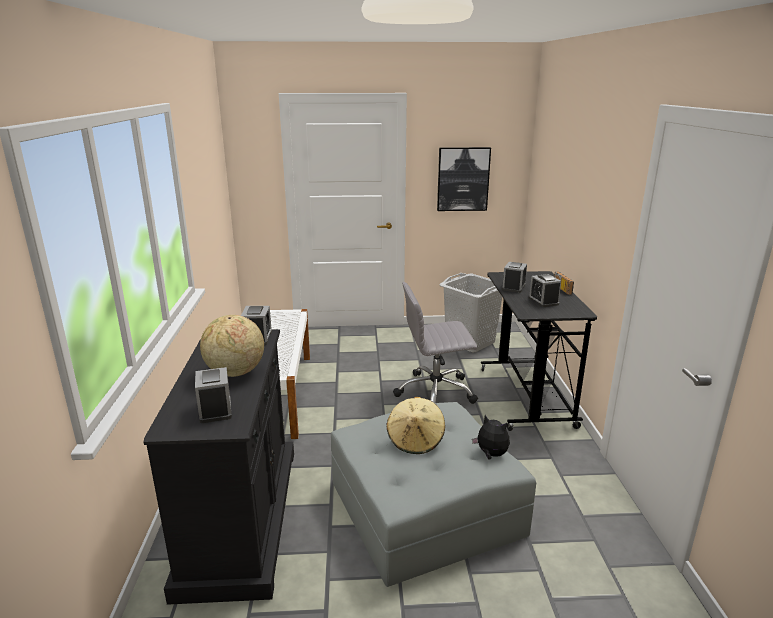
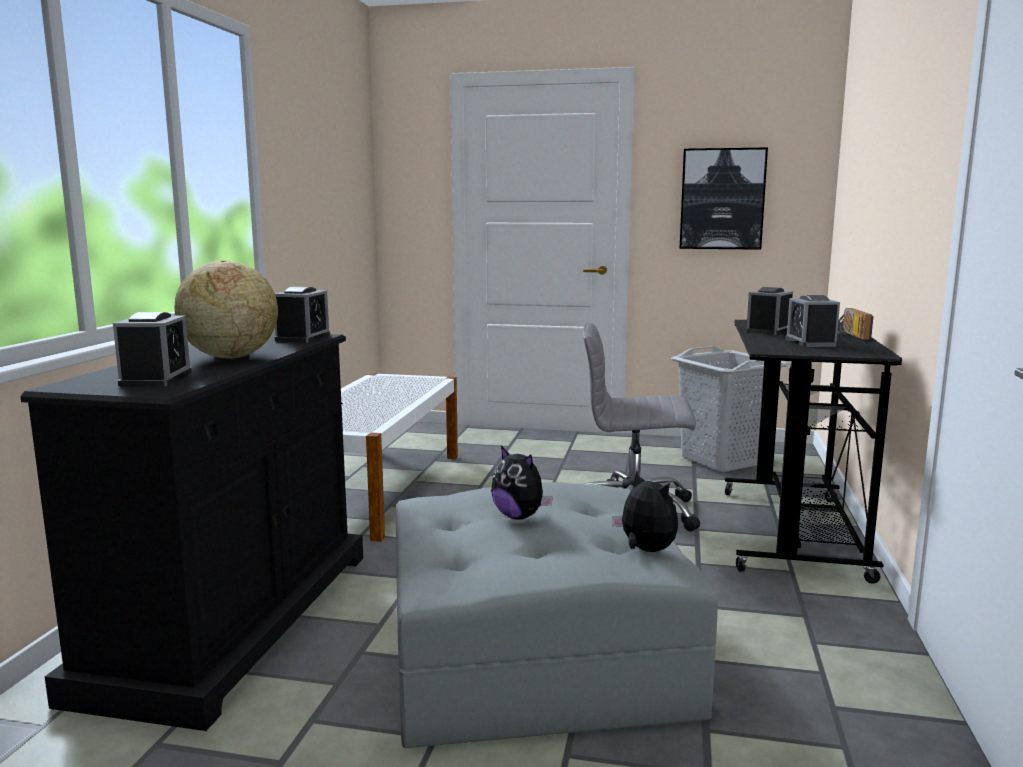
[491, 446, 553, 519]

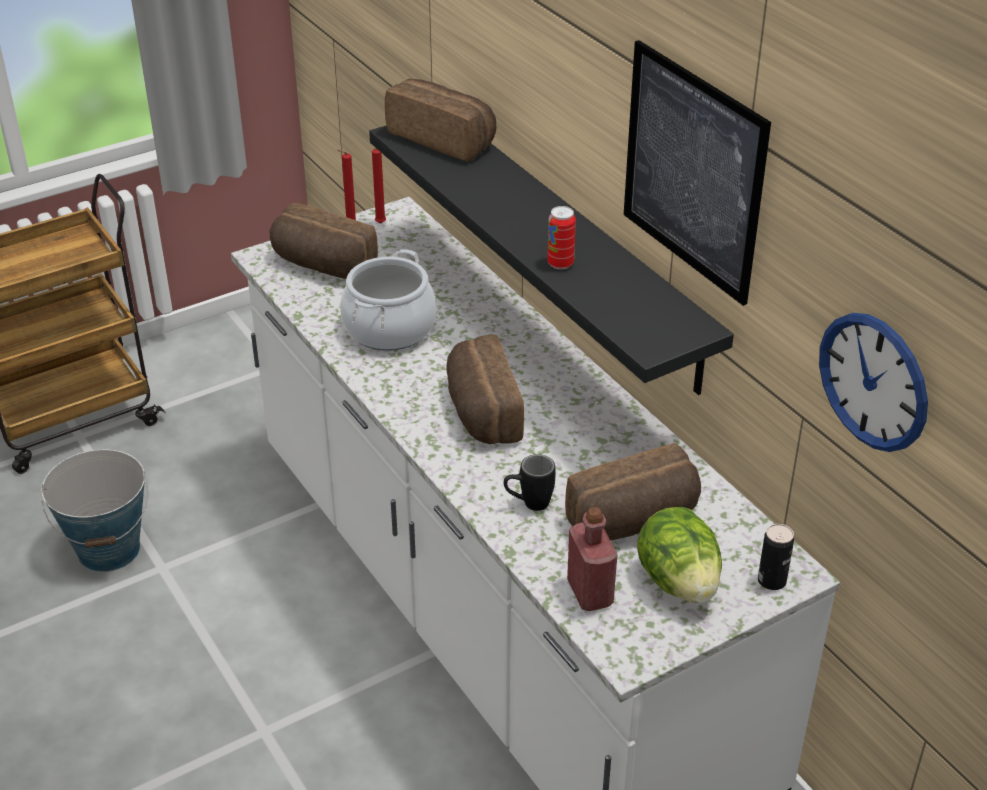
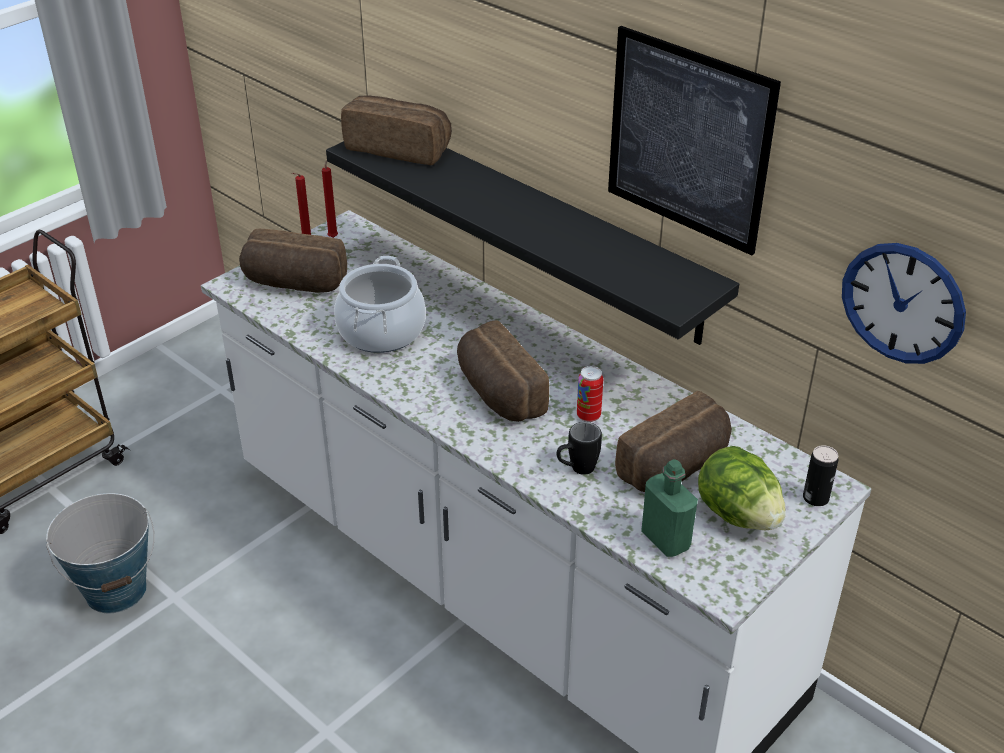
[577, 366, 603, 422]
[641, 459, 698, 557]

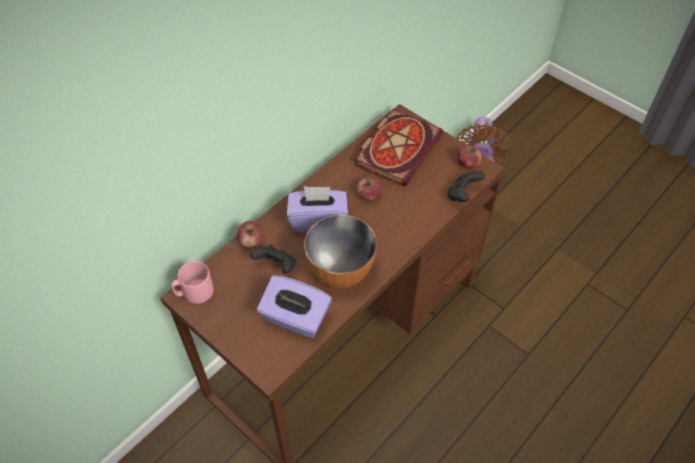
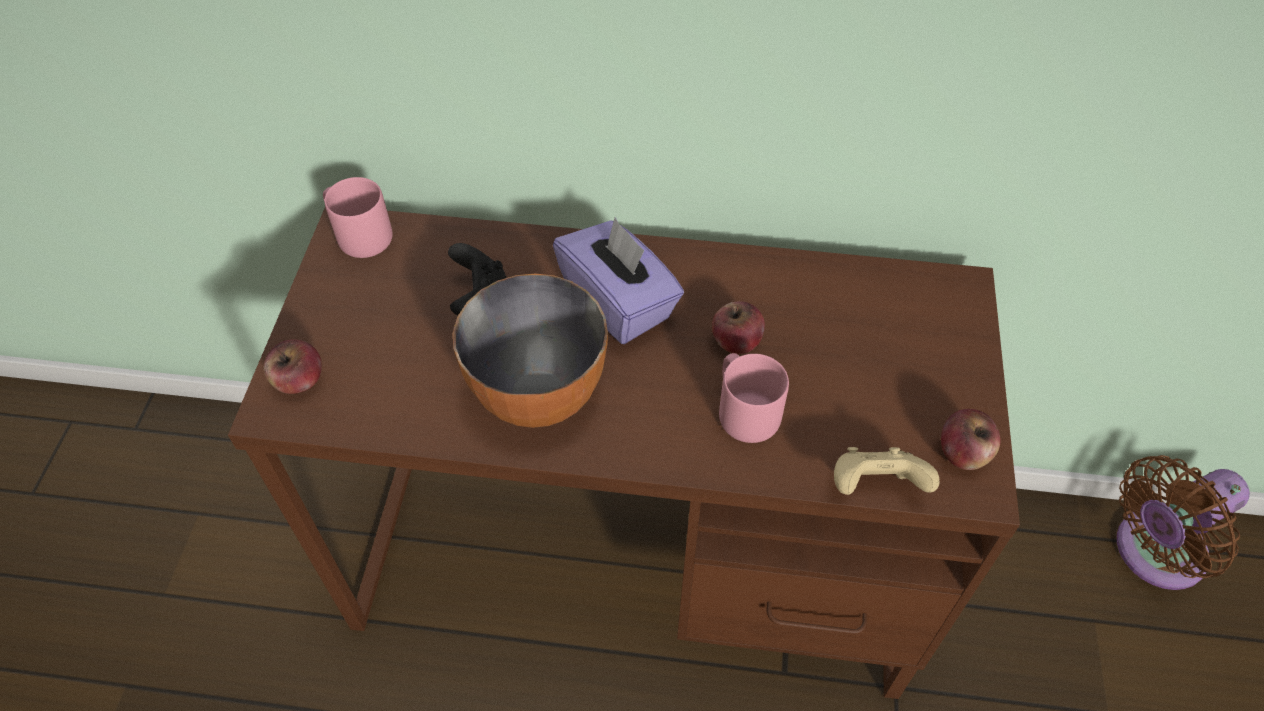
[354, 109, 443, 187] (first image)
[834, 447, 940, 495]
[263, 339, 322, 394]
[257, 275, 332, 338] (first image)
[719, 353, 789, 443]

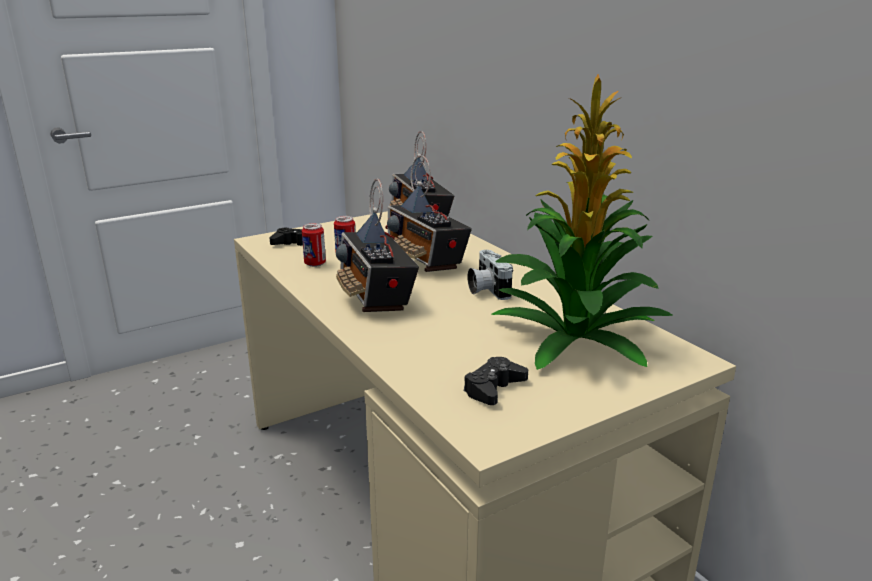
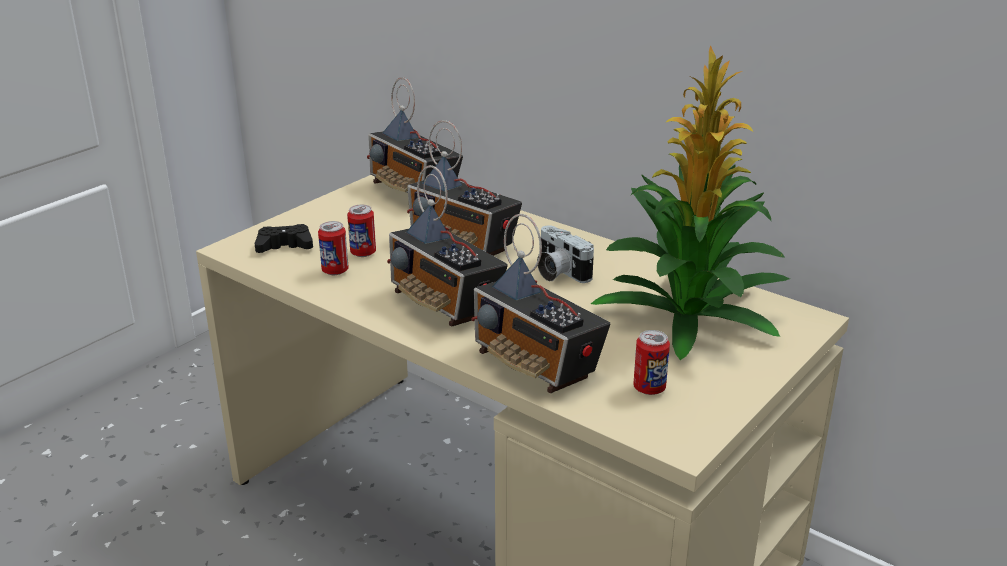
[633, 330, 670, 395]
[471, 214, 610, 393]

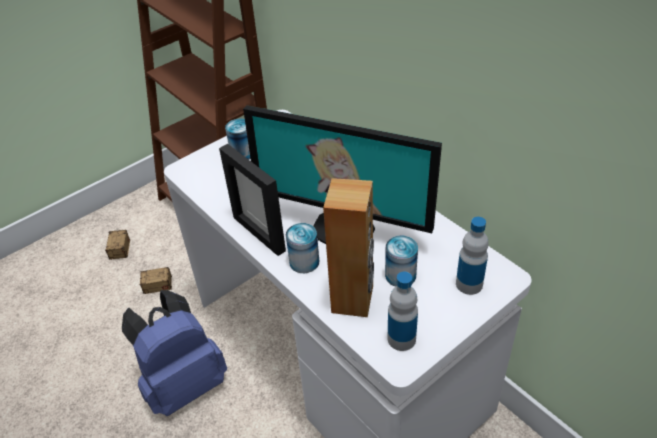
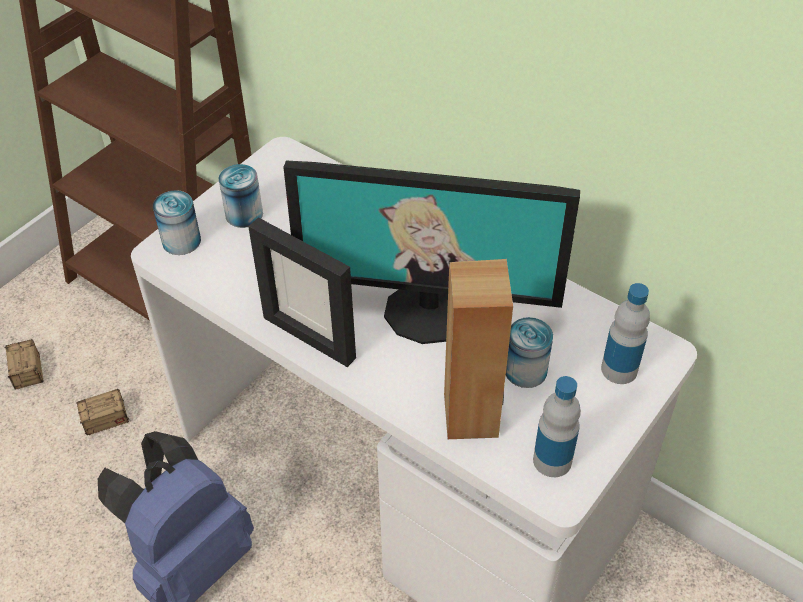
[153, 190, 201, 255]

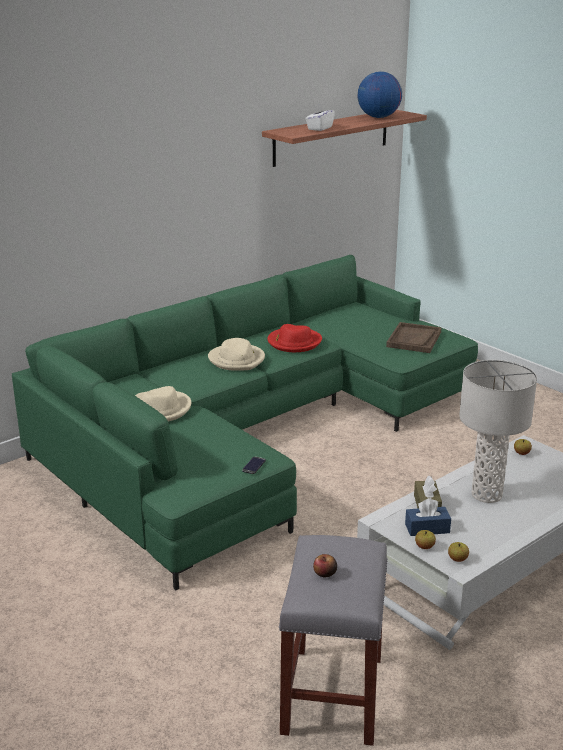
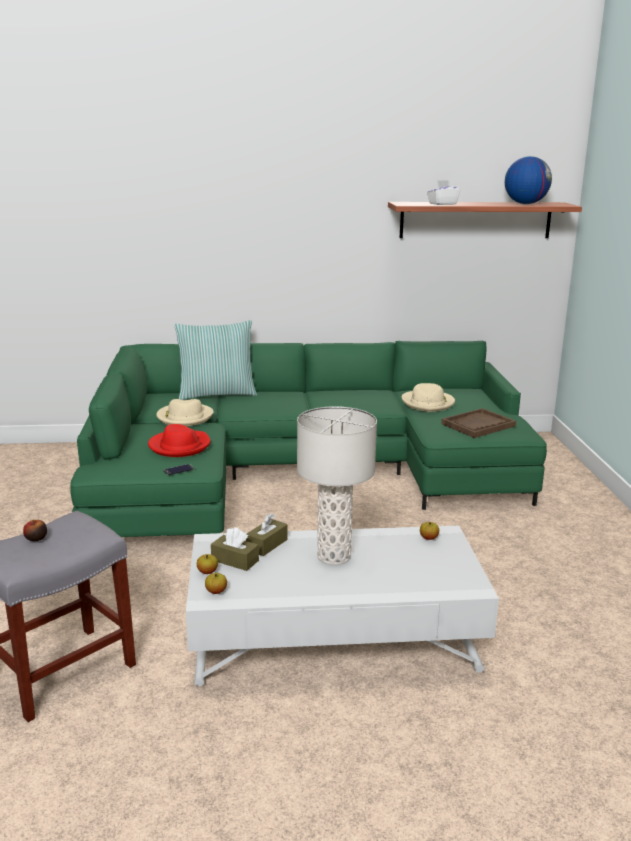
[148, 424, 210, 457]
[401, 383, 455, 412]
[211, 527, 259, 571]
[174, 320, 257, 400]

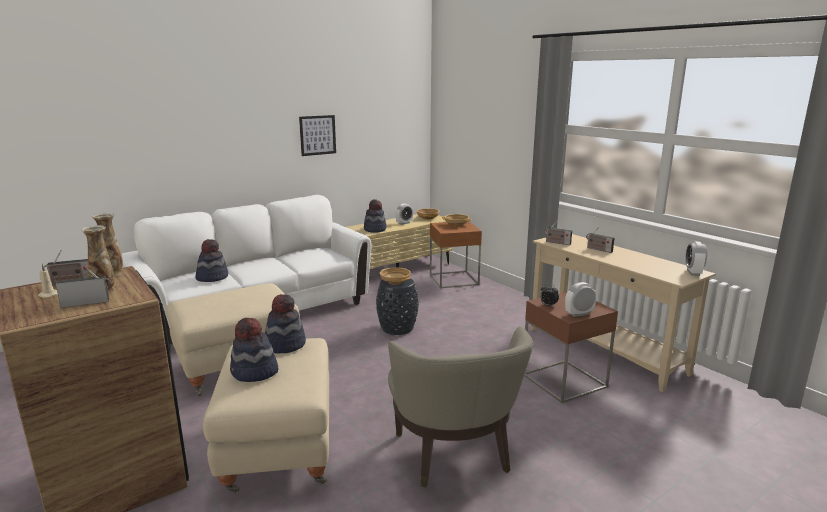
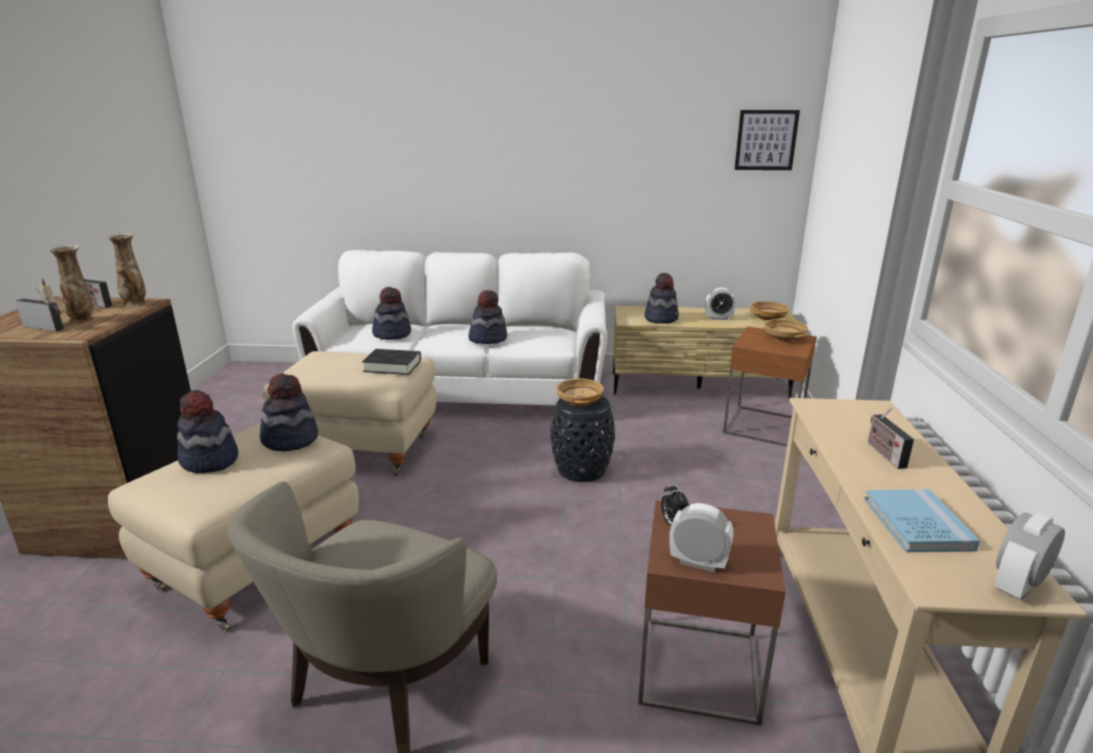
[734, 110, 800, 170]
[545, 221, 572, 245] (first image)
[469, 290, 507, 344]
[362, 349, 421, 375]
[864, 489, 980, 552]

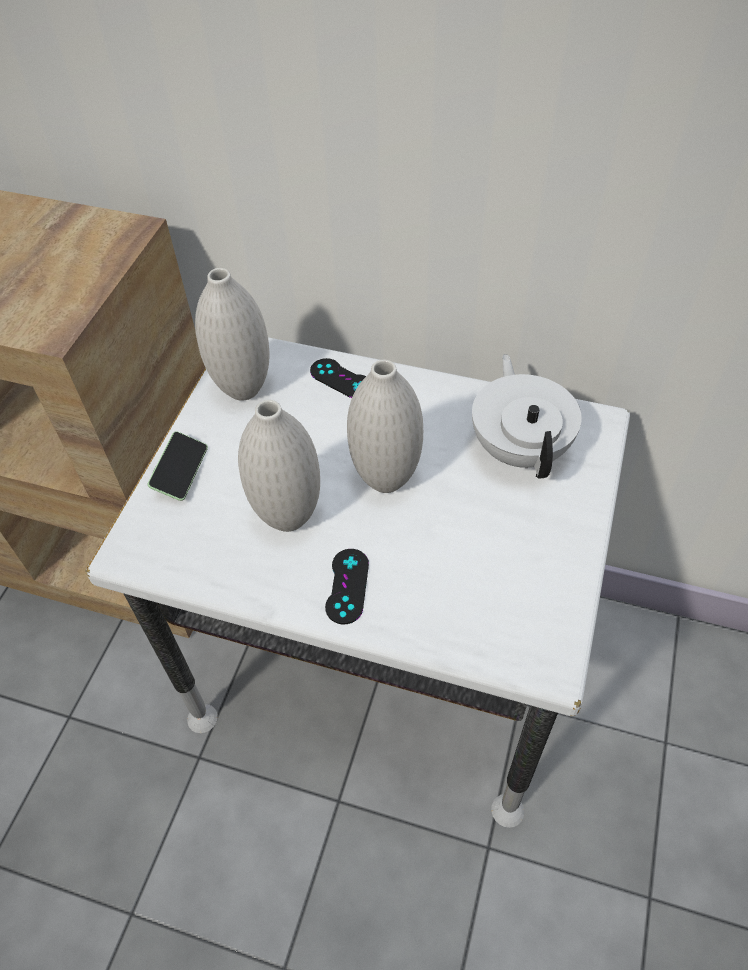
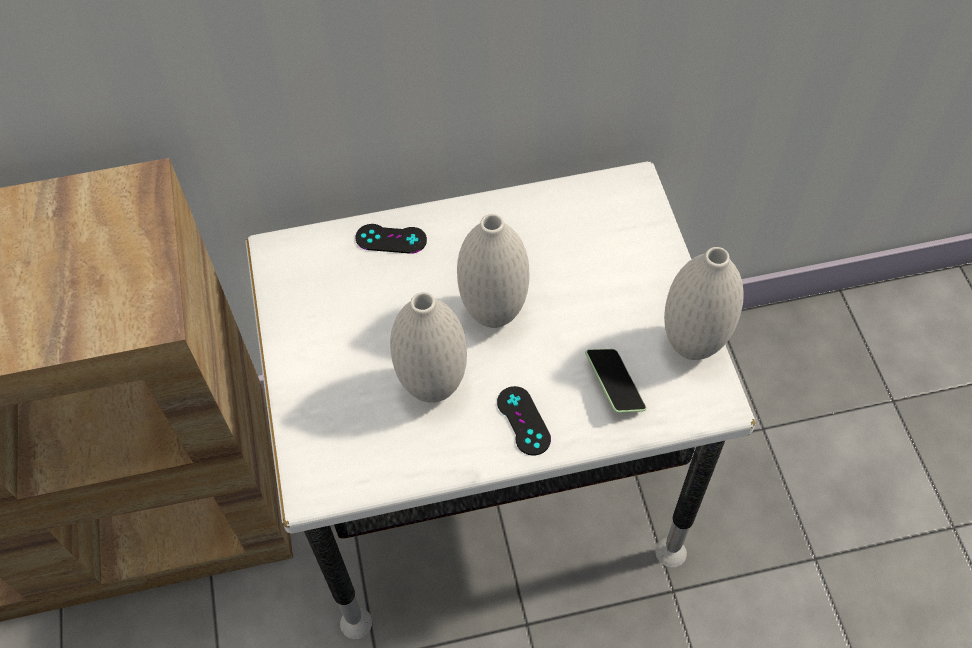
[664, 247, 744, 360]
[472, 354, 582, 479] (first image)
[585, 349, 646, 413]

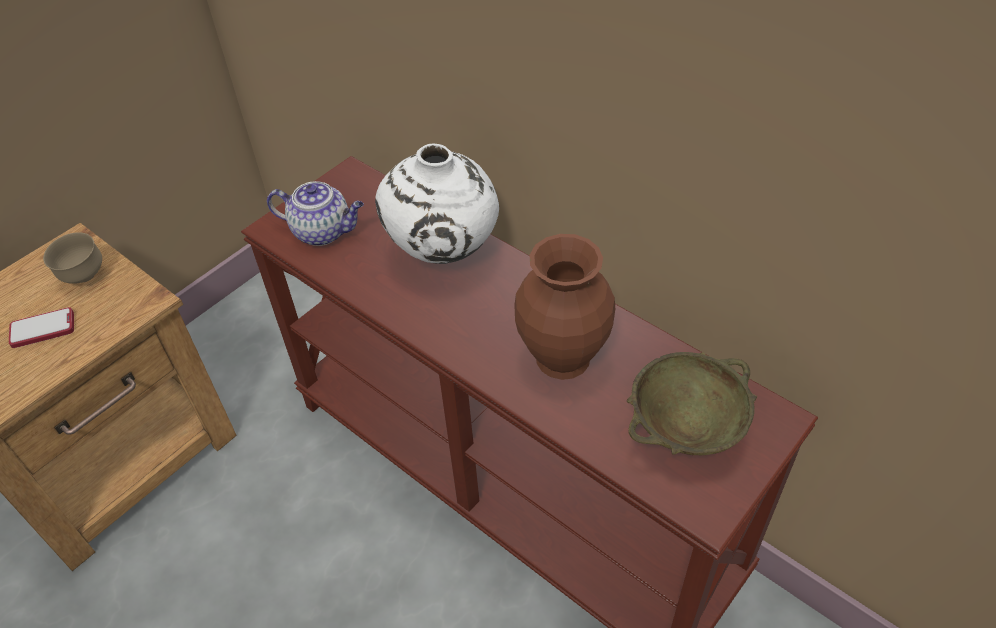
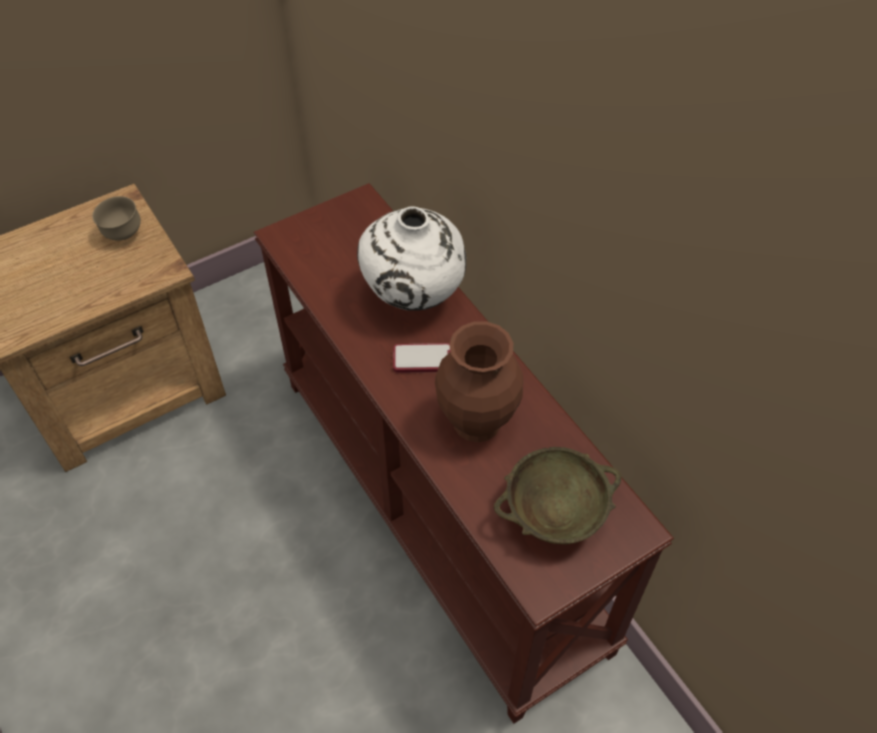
[267, 181, 364, 246] (first image)
[393, 343, 451, 373]

